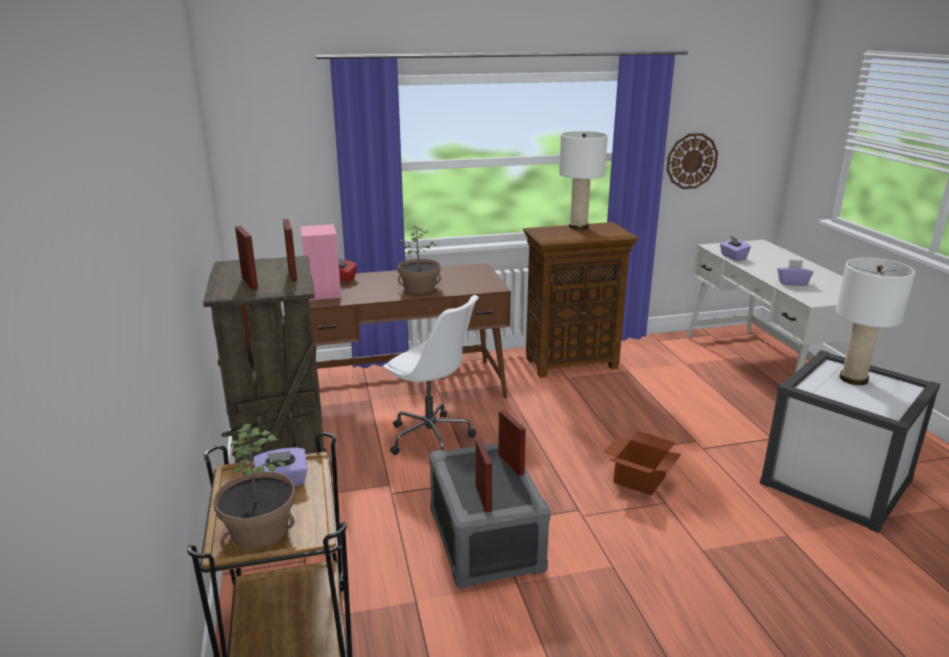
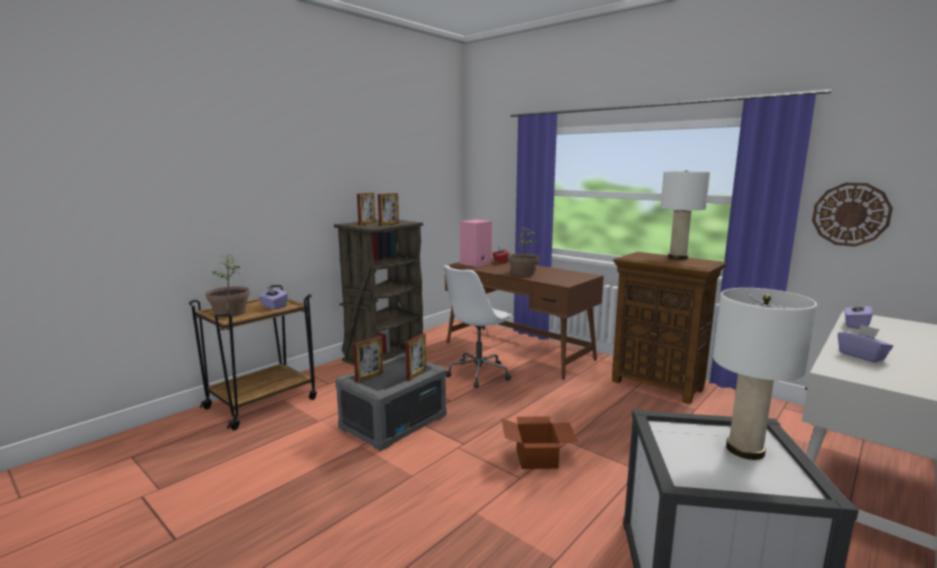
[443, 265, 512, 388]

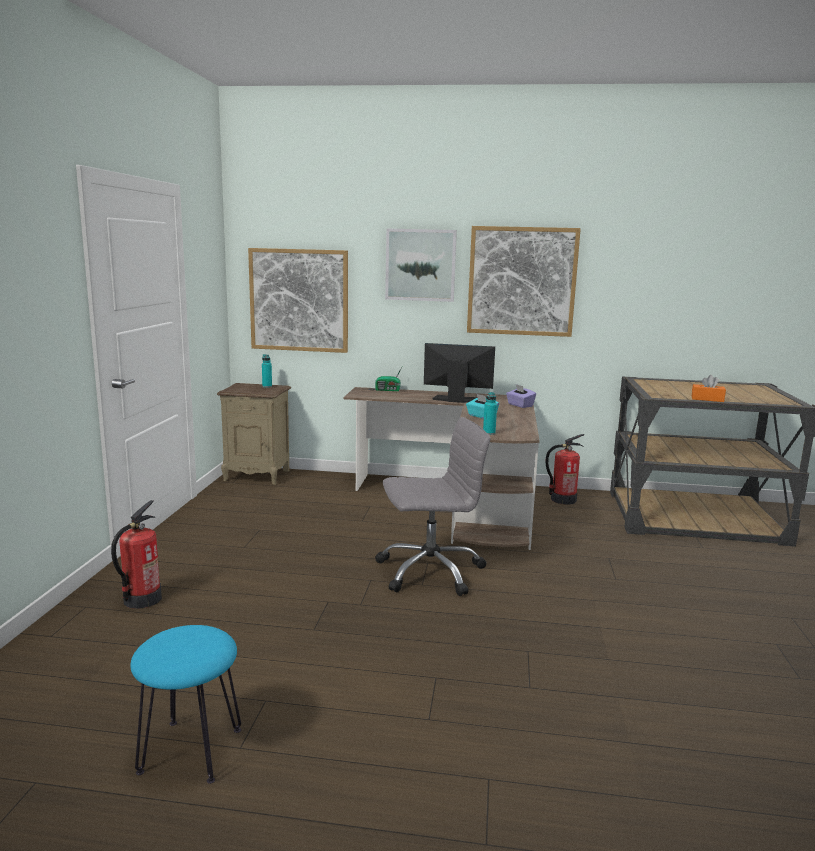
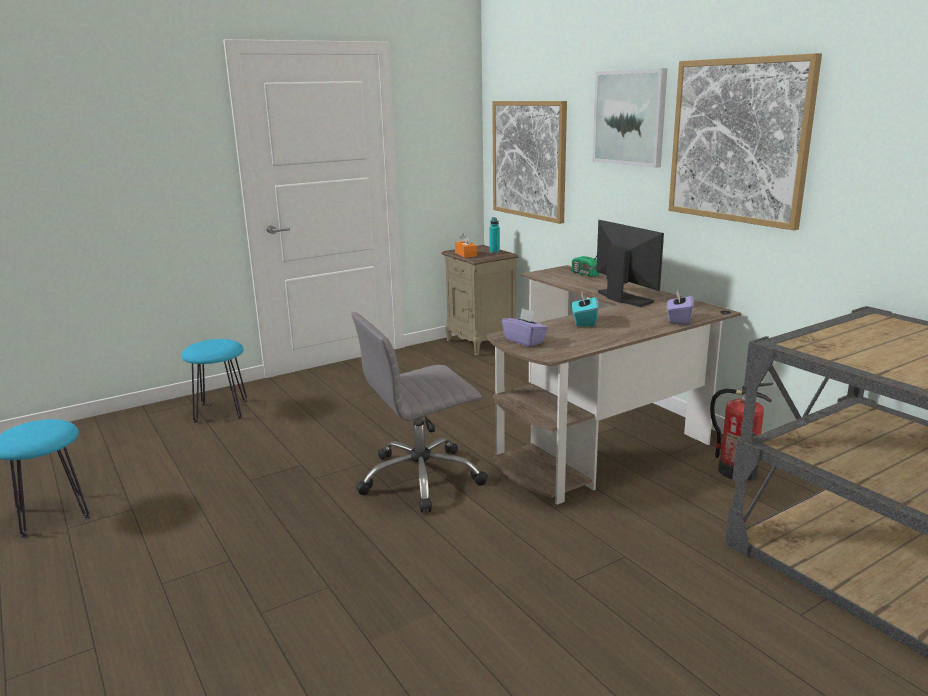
[455, 233, 477, 258]
[502, 308, 548, 347]
[351, 312, 488, 513]
[181, 339, 247, 423]

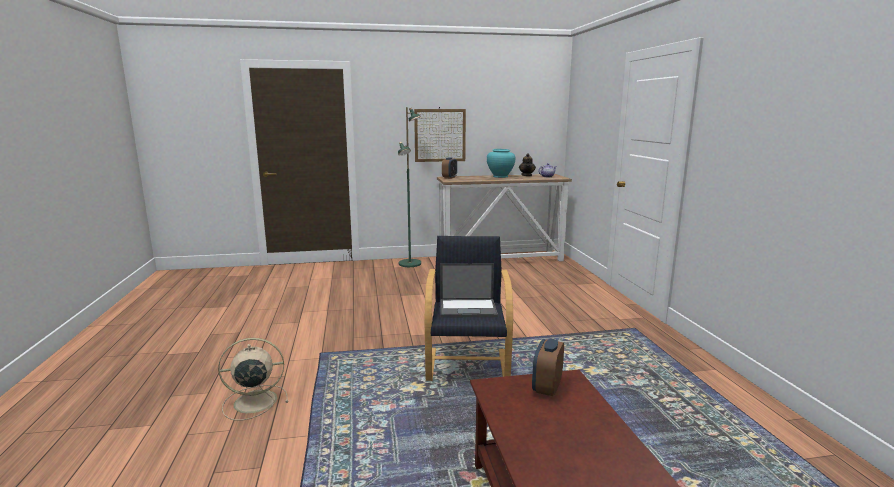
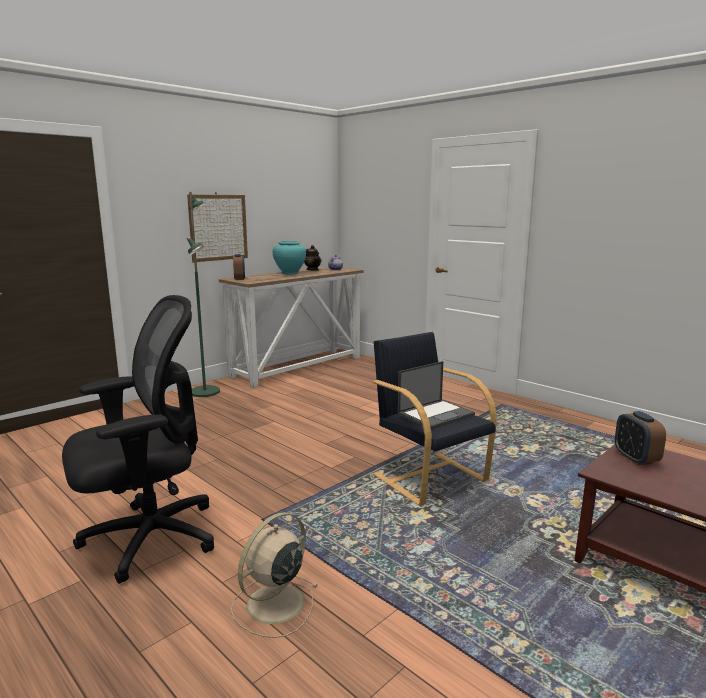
[62, 295, 214, 584]

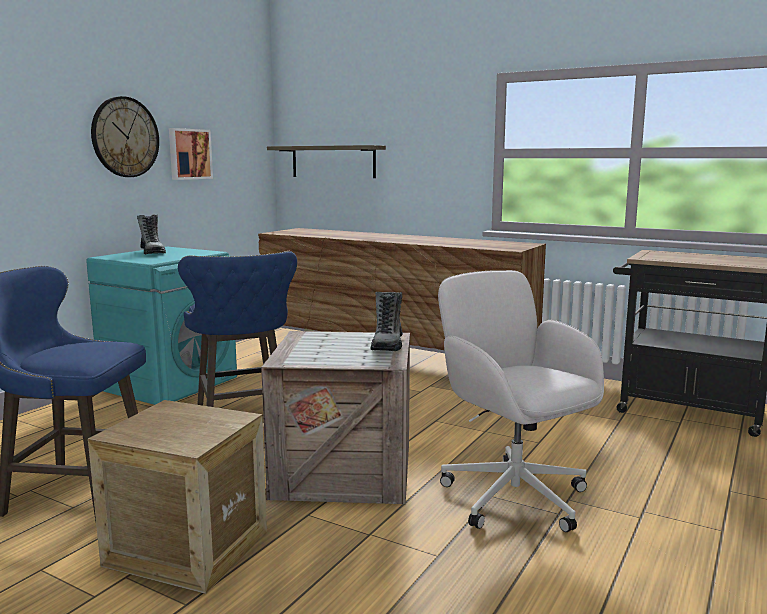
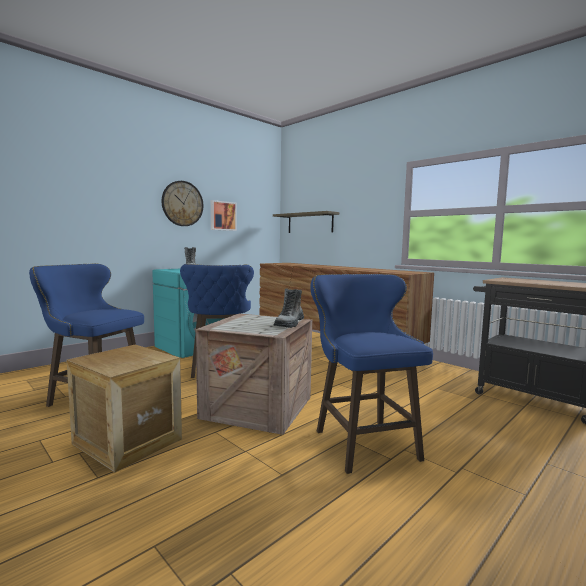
[310, 274, 433, 474]

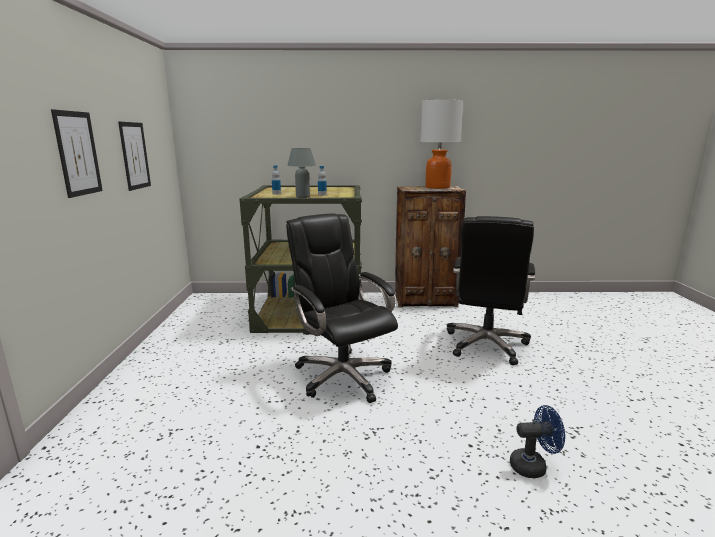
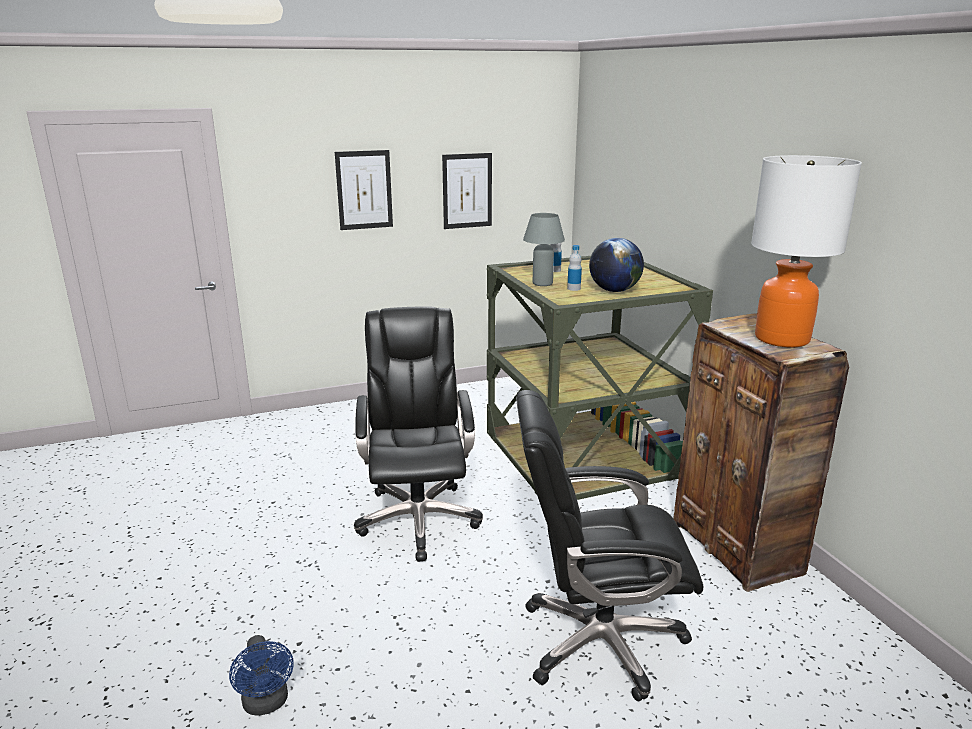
[354, 306, 483, 562]
[589, 238, 644, 292]

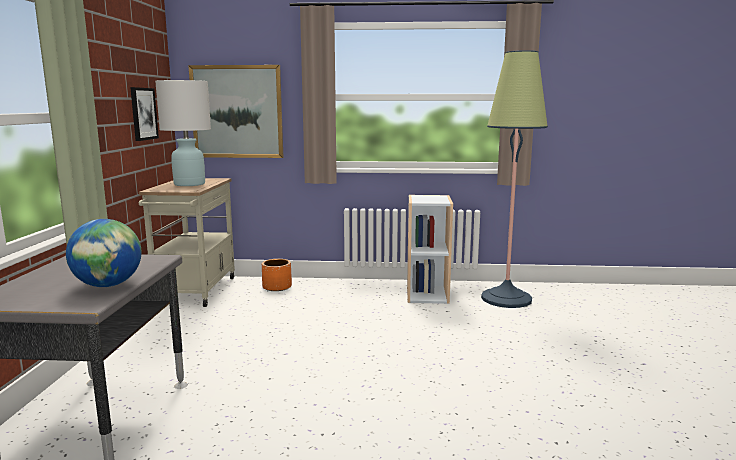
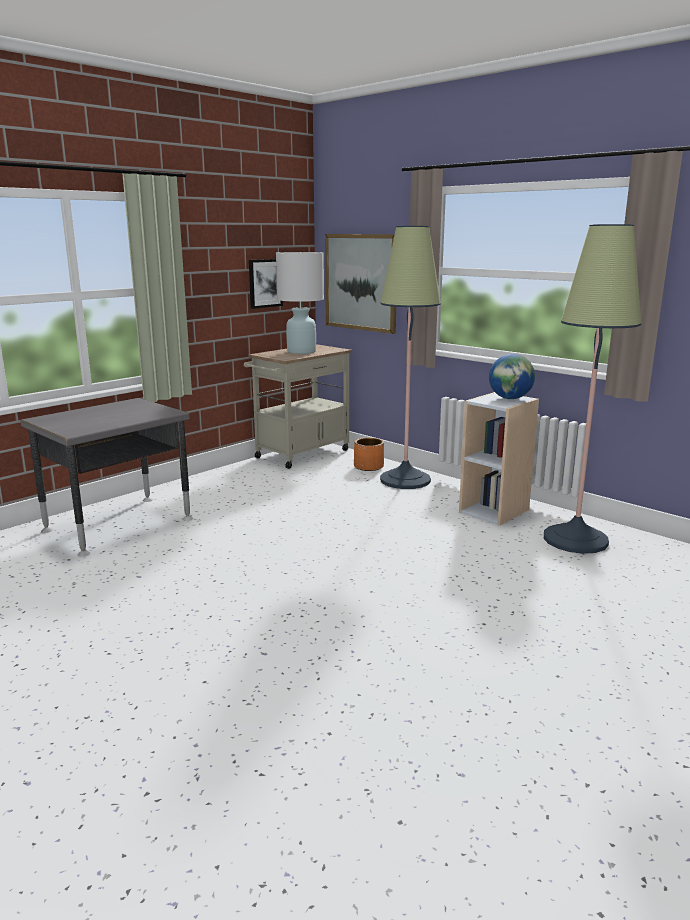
[489, 354, 535, 399]
[380, 226, 441, 489]

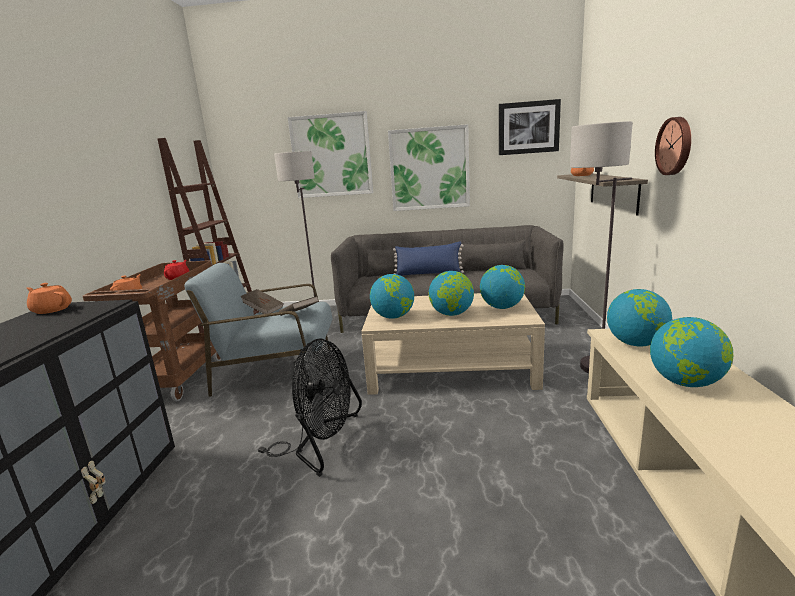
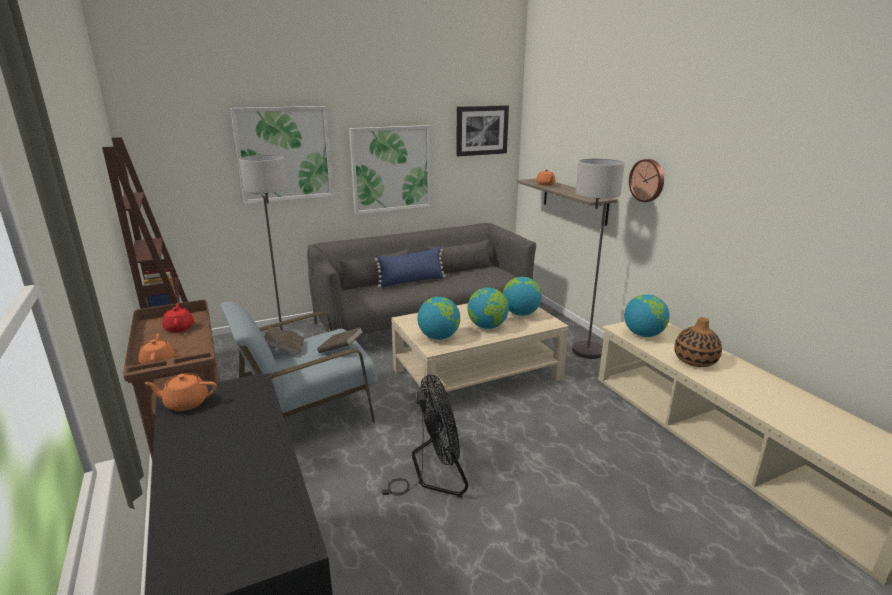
[674, 317, 722, 367]

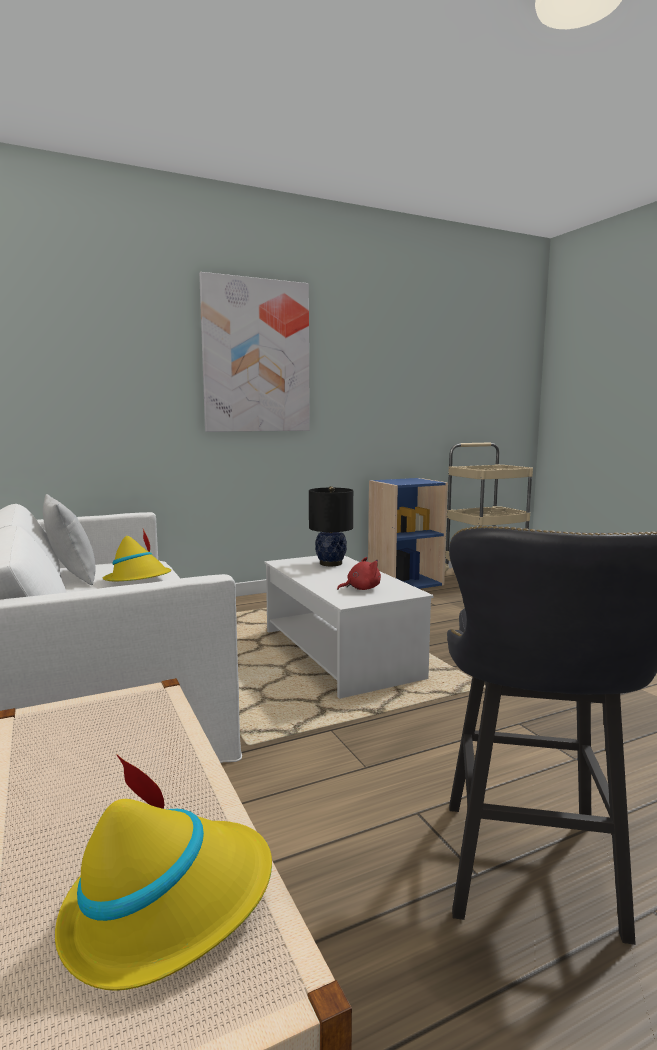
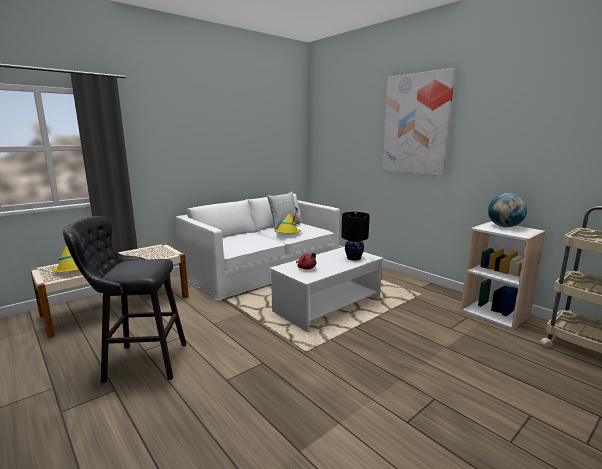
[461, 222, 546, 330]
[488, 193, 527, 227]

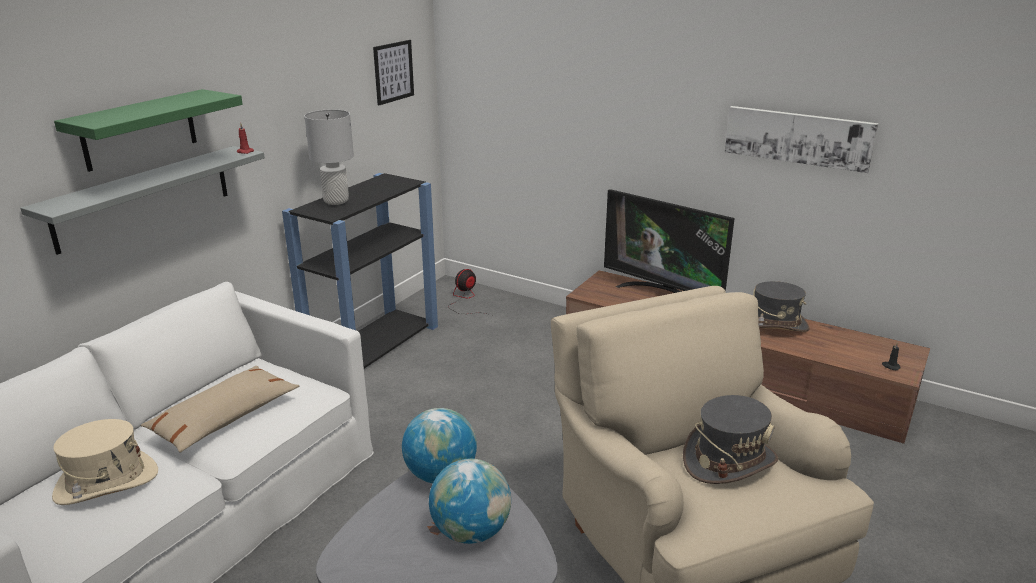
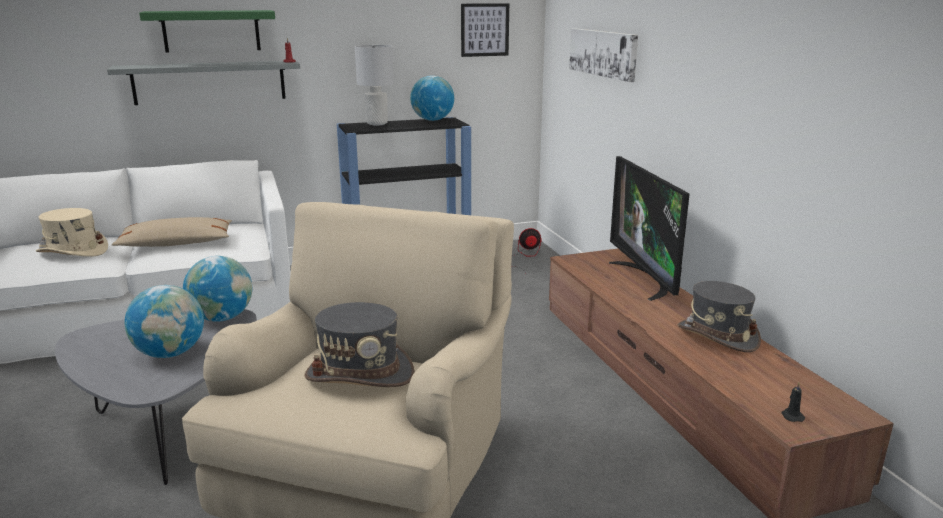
[569, 28, 638, 82]
[410, 76, 454, 121]

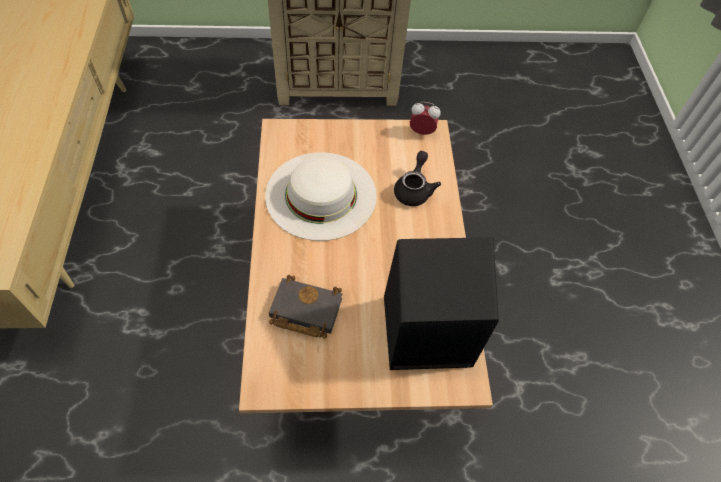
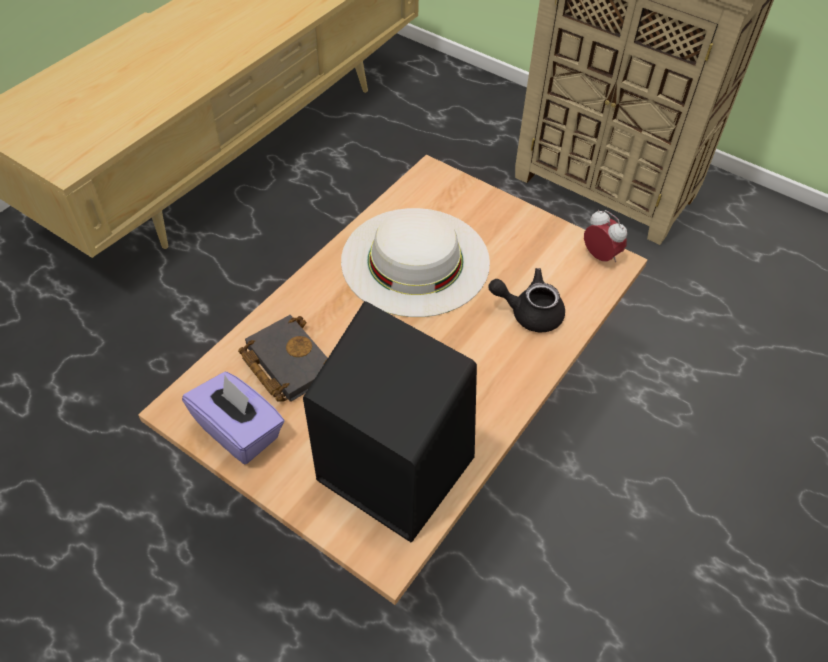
[488, 268, 565, 332]
[182, 372, 285, 465]

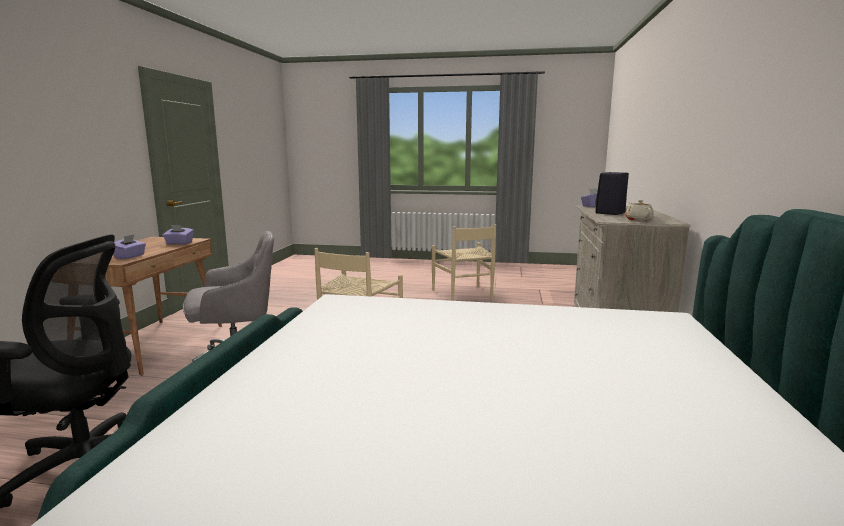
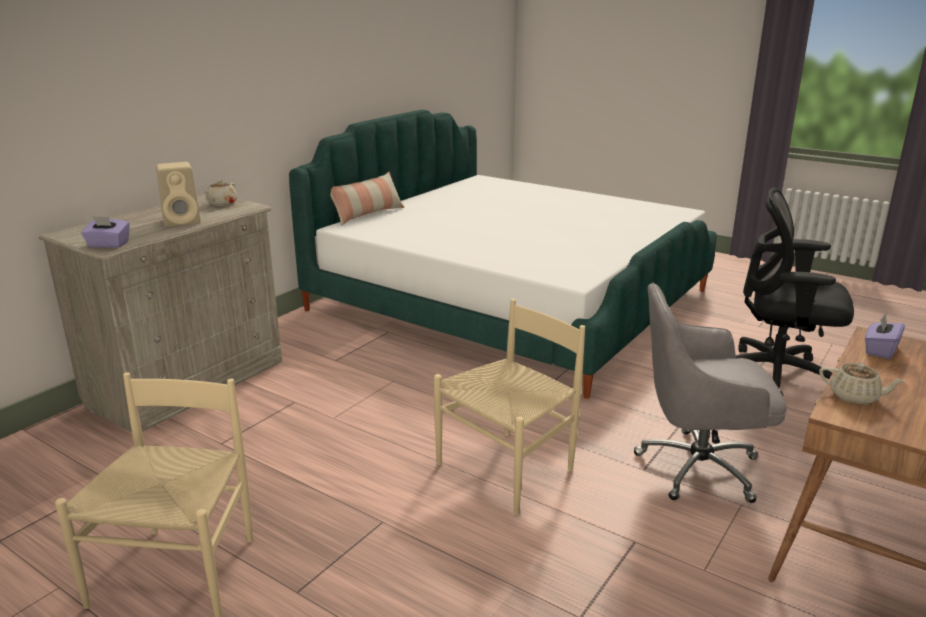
[156, 162, 201, 227]
[819, 363, 906, 405]
[331, 172, 404, 226]

